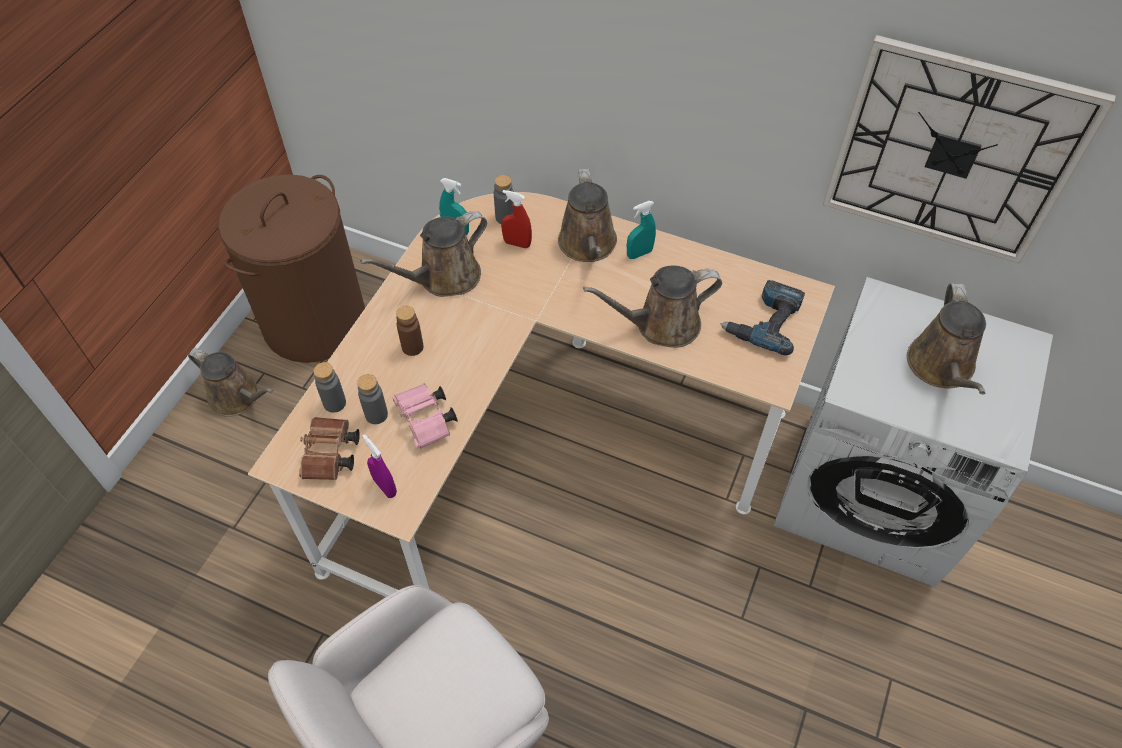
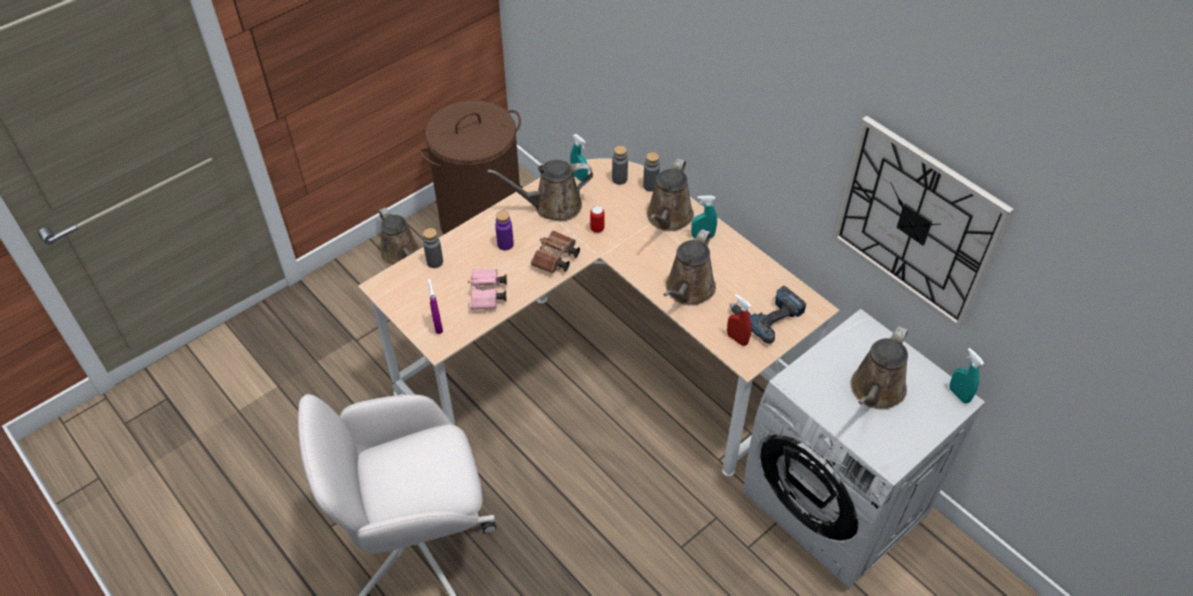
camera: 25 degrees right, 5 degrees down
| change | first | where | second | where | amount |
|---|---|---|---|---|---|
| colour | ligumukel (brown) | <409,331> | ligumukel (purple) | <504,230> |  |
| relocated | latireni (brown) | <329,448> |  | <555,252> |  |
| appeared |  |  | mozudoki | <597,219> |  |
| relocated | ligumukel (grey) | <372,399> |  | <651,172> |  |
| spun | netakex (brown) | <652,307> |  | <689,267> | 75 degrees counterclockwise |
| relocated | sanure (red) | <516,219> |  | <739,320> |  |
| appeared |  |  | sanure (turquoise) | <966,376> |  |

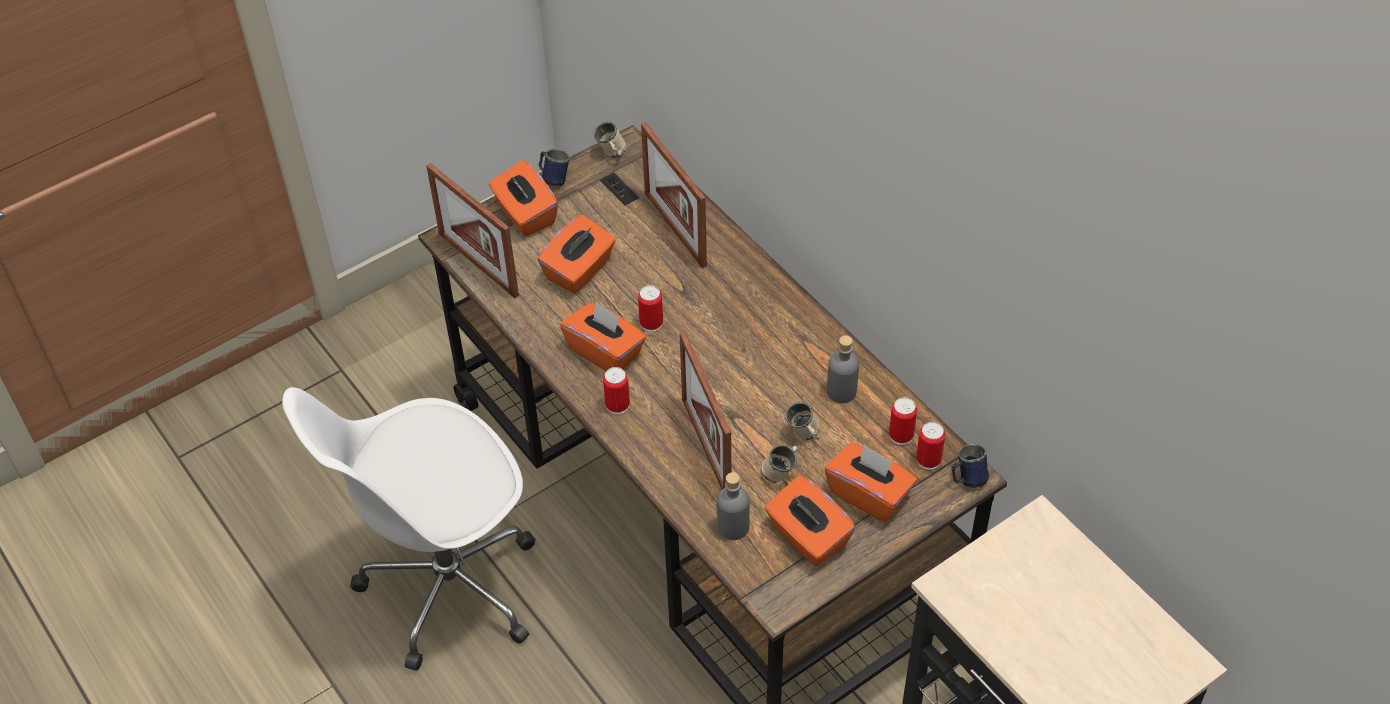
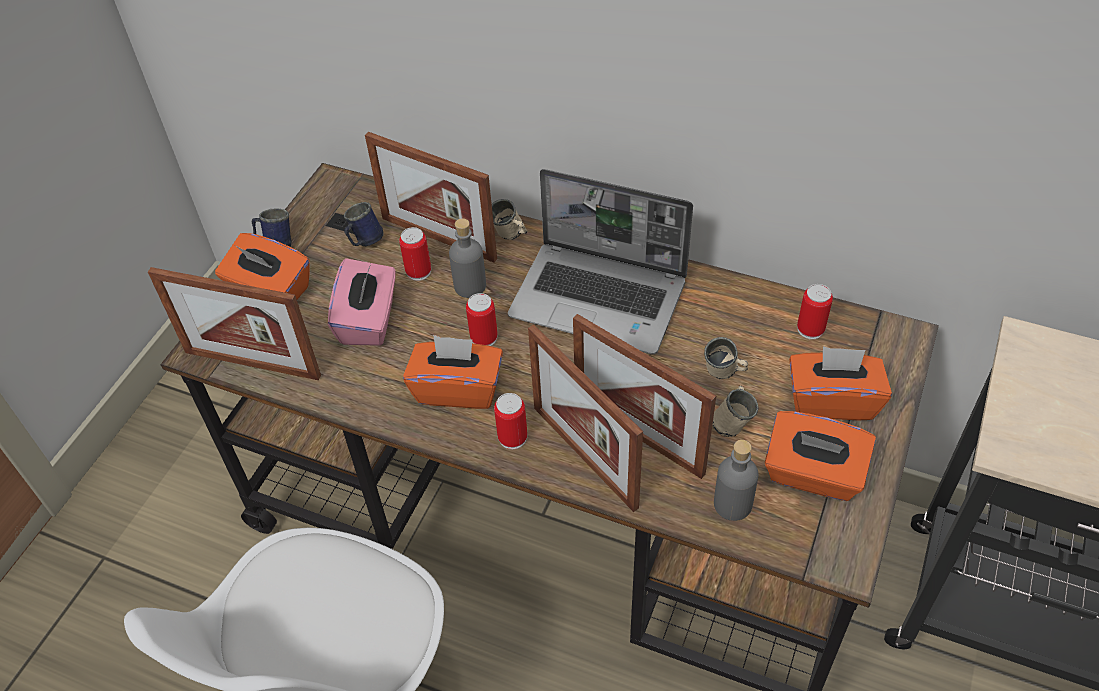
camera: 30 degrees left, 0 degrees up
| change | first | where | second | where | amount |
|---|---|---|---|---|---|
| colour | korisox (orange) | <577,254> | korisox (pink) | <362,302> |  |
| relocated | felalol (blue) | <970,466> |  | <364,224> |  |
| relocated | mozudoki | <930,446> |  | <415,254> |  |
| relocated | ligumukel (grey) | <843,369> |  | <467,258> |  |
| relocated | felalol (beige) | <610,139> |  | <510,219> |  |
| appeared |  |  | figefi | <600,262> |  |
| appeared |  |  | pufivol | <585,418> |  |

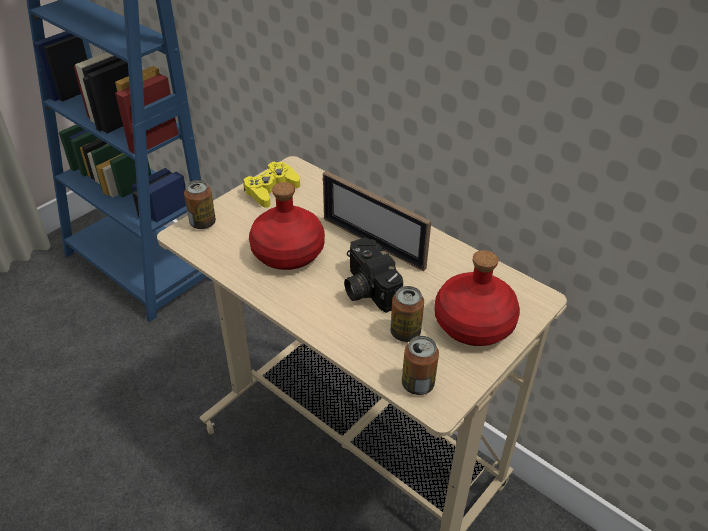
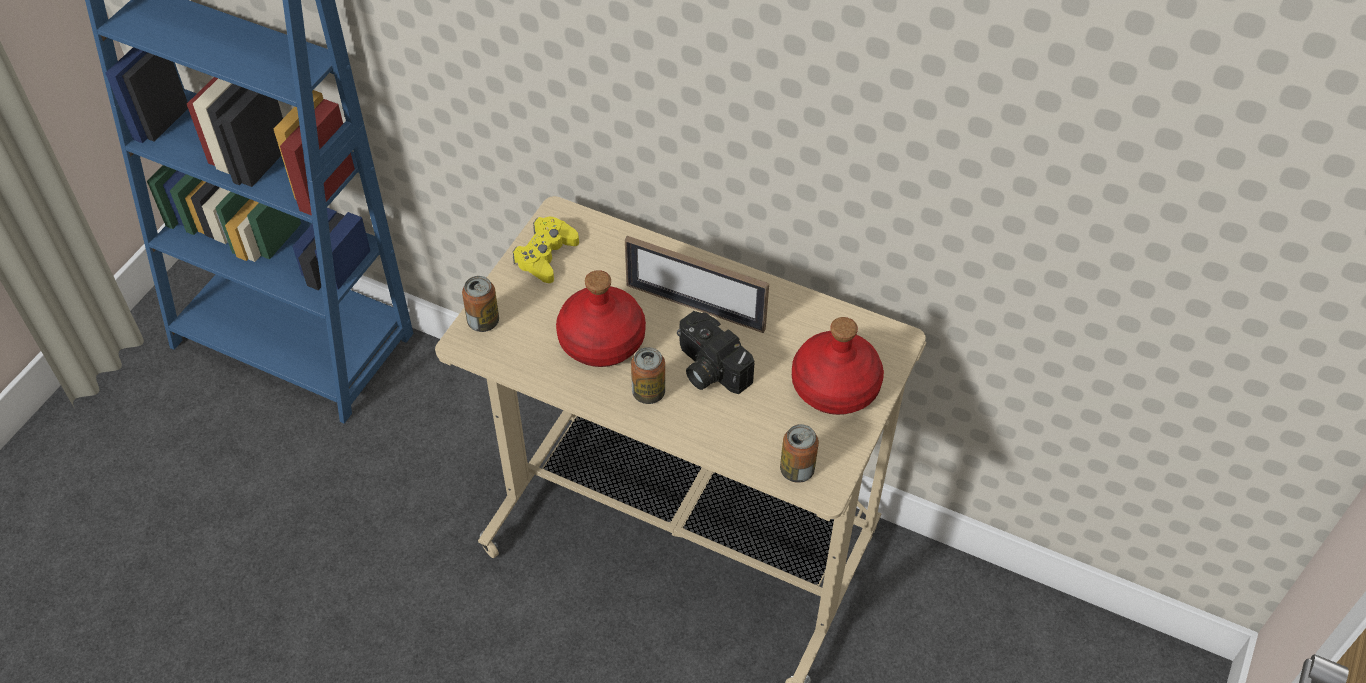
camera: 15 degrees left, 10 degrees up
| change | first | where | second | where | amount |
|---|---|---|---|---|---|
| relocated | mozudoki | <407,314> |  | <648,375> |  |

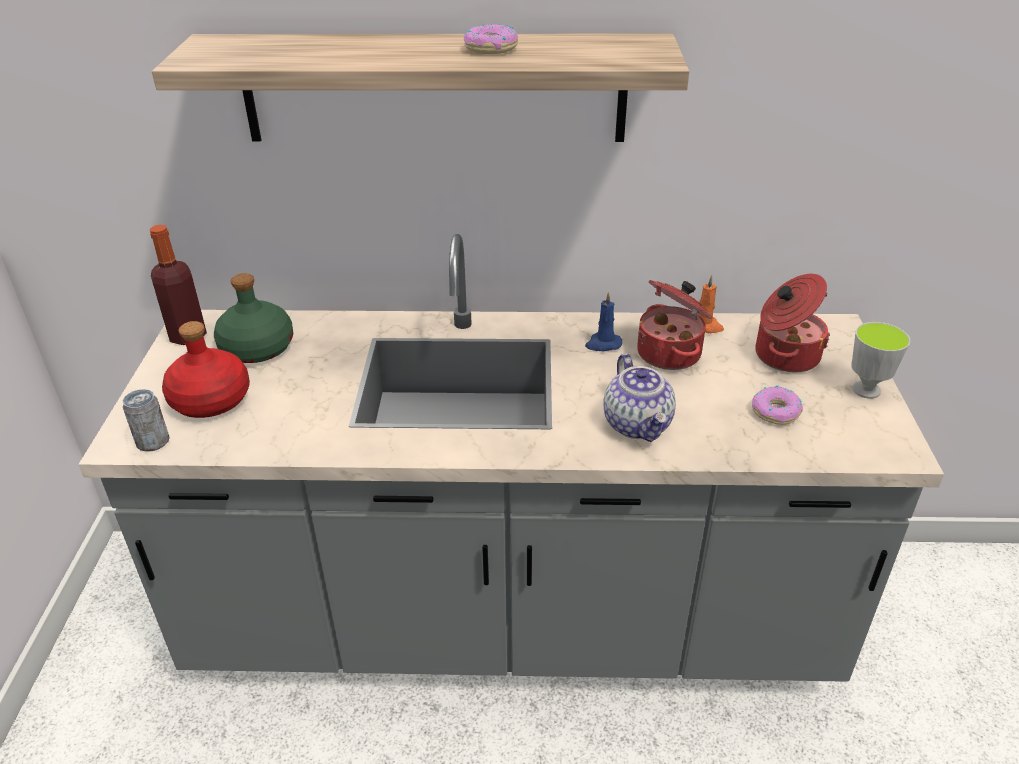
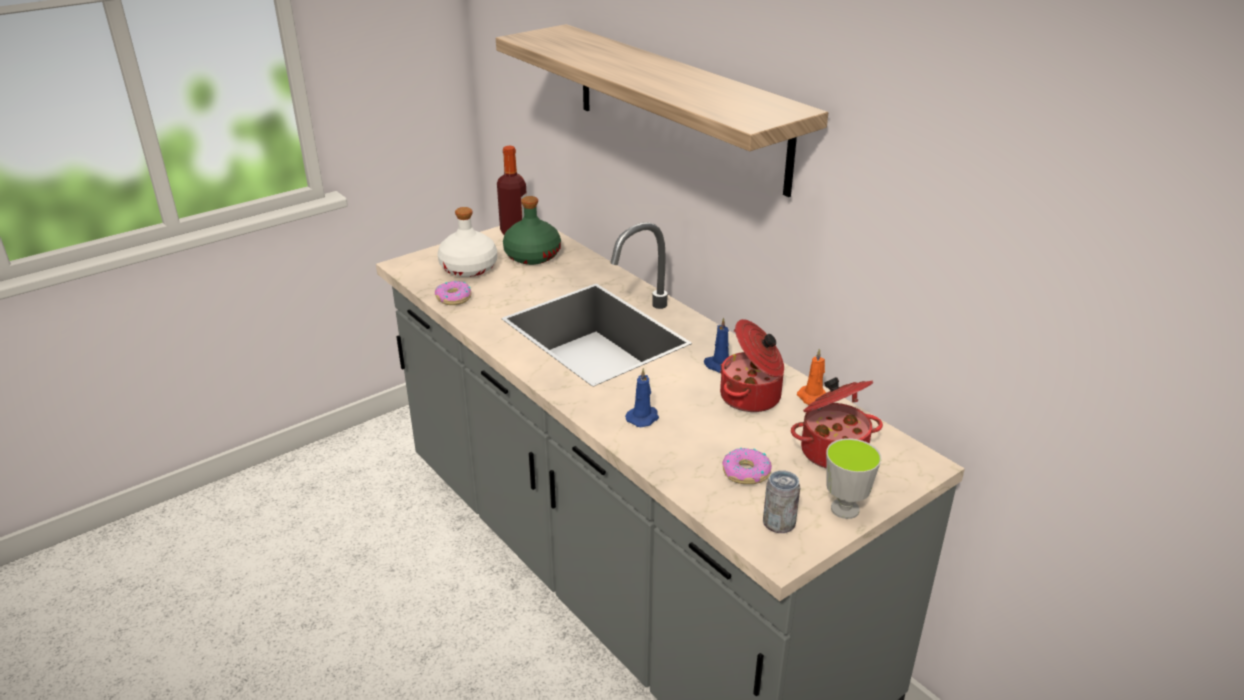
camera: 50 degrees right, 5 degrees down
| change | first | where | second | where | amount |
|---|---|---|---|---|---|
| relocated | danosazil | <491,39> |  | <453,293> |  |
| colour | ligumukel (red) | <206,369> | ligumukel (white) | <467,242> |  |
| exchanged | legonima | <639,397> | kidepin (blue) | <642,397> |  |
| relocated | mozudoki | <146,420> |  | <781,502> |  |

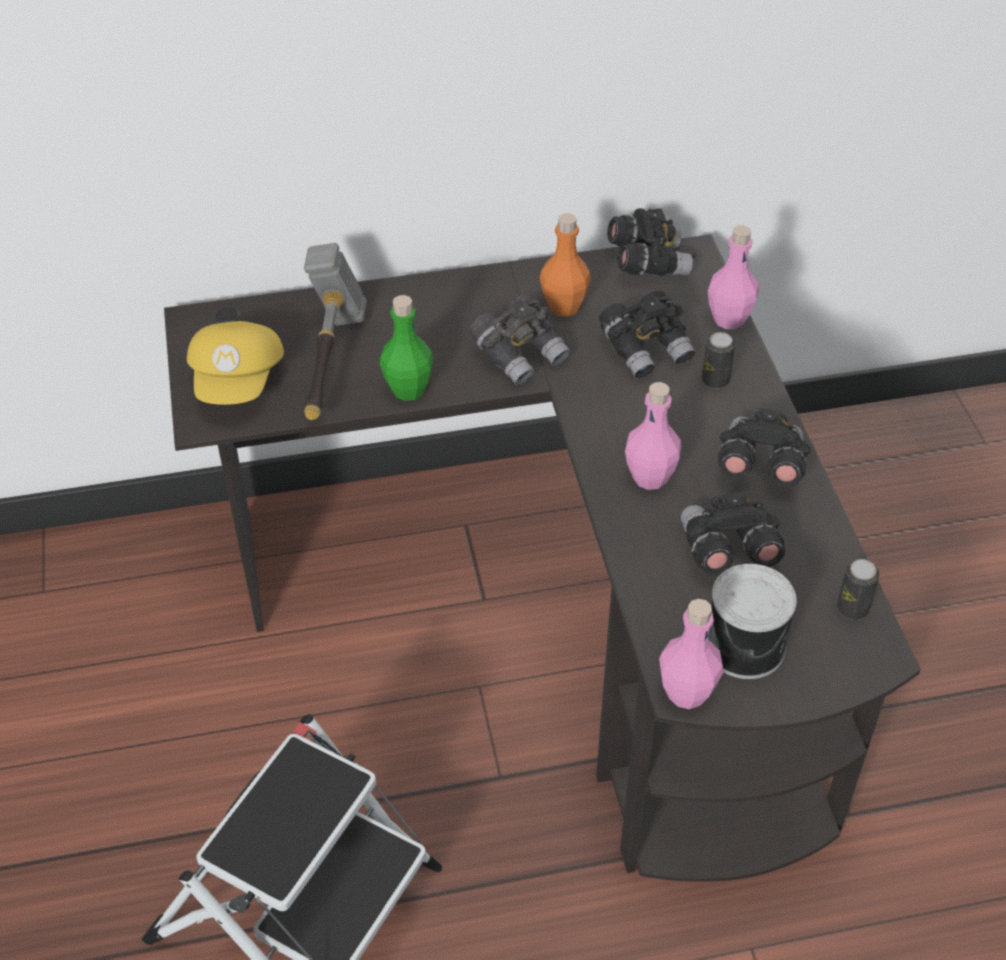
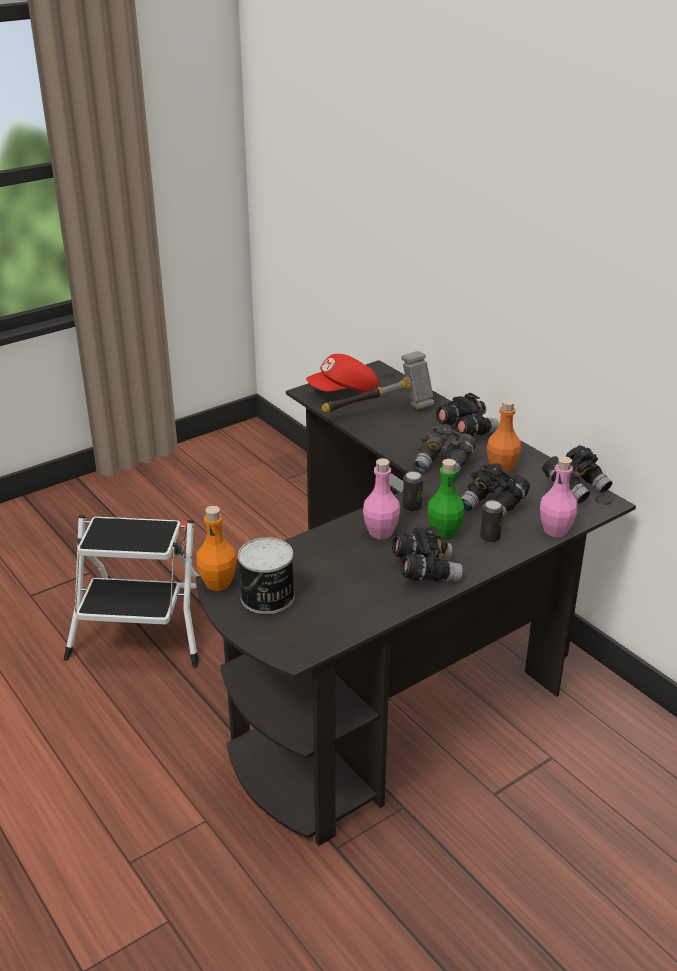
camera: 65 degrees right, 15 degrees down
| change | first | where | second | where | amount |
|---|---|---|---|---|---|
| colour | ligumukel (pink) | <691,654> | ligumukel (orange) | <216,548> |  |
| colour | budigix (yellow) | <235,363> | budigix (red) | <342,373> |  |
| relocated | mozudoki | <858,589> |  | <412,491> |  |
| relocated | ligumukel (green) | <406,348> |  | <446,499> |  |
| relocated | latireni (black) | <732,533> |  | <467,414> |  |

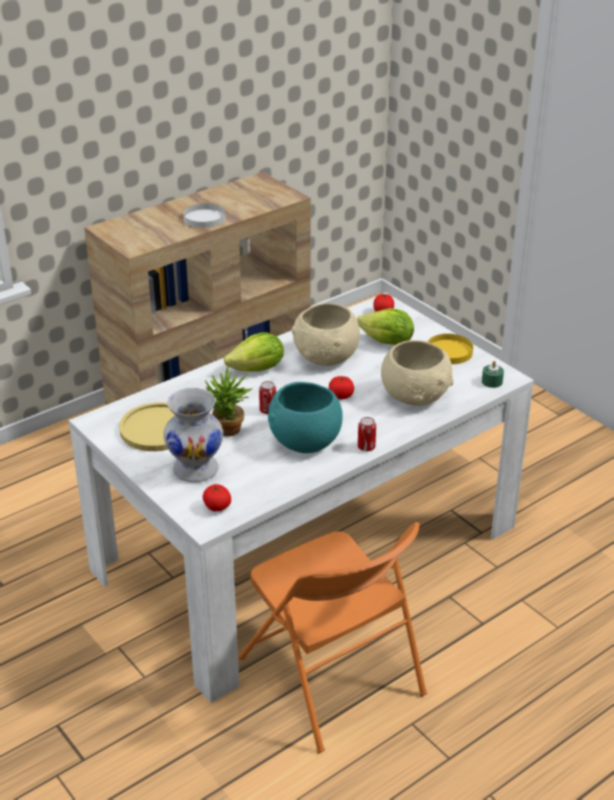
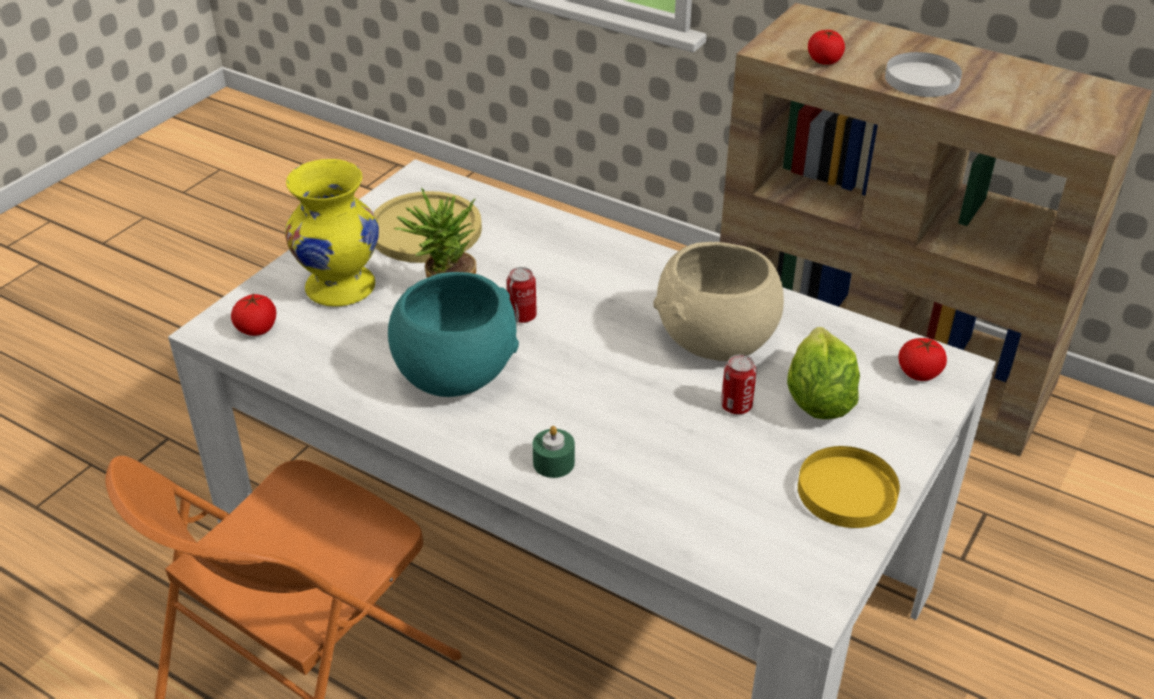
camera: 70 degrees right, 5 degrees up
| change | first | where | second | where | amount |
|---|---|---|---|---|---|
| colour | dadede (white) | <193,435> | dadede (yellow) | <332,233> |  |
| relocated | kidepin (green) | <493,374> |  | <554,452> |  |
| relocated | mozudoki | <367,434> |  | <738,384> |  |
| relocated | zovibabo | <341,388> |  | <826,47> |  |
| missing | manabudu | <254,352> |  |  |  |
| missing | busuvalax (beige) | <417,373> |  |  |  |

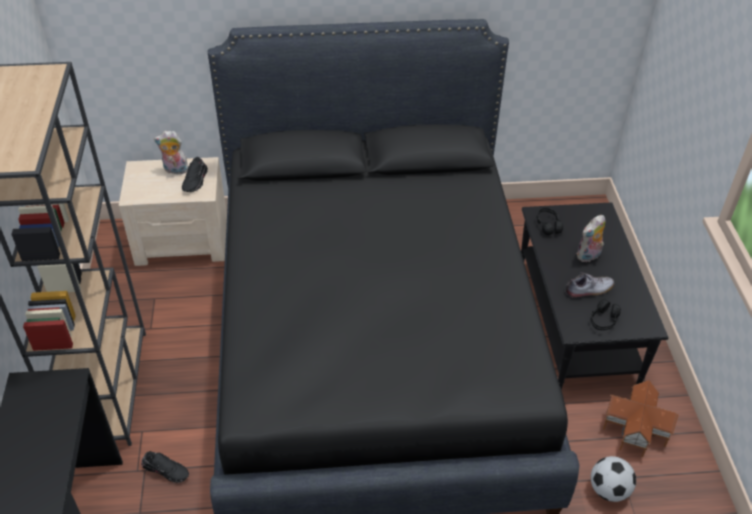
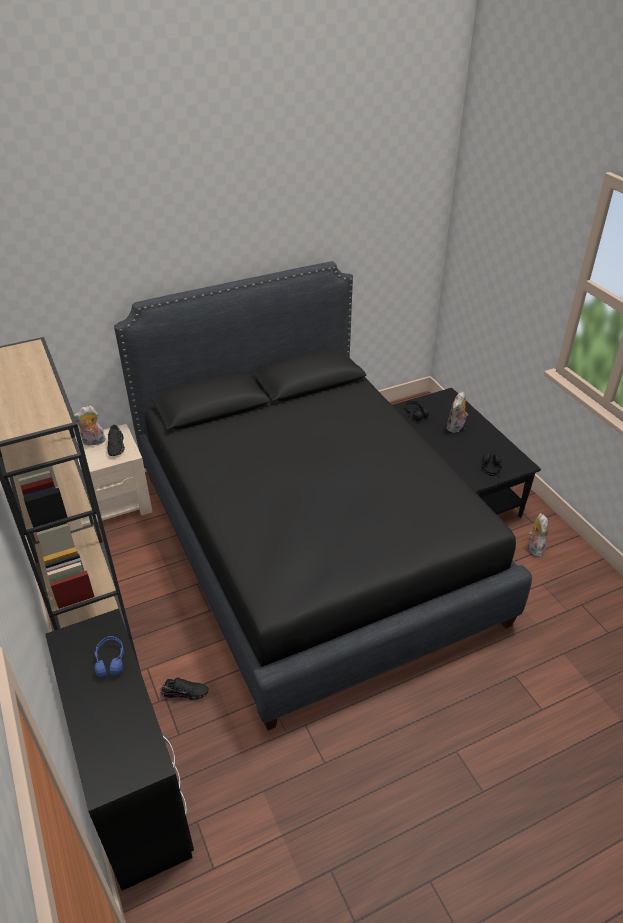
camera: 20 degrees left, 5 degrees down
| change | first | where | second | where | amount |
|---|---|---|---|---|---|
| appeared |  |  | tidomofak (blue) | <109,656> |  |
| exchanged | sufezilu | <641,418> | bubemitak | <538,535> |  |
| missing | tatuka | <589,285> |  |  |  |
| missing | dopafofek | <613,479> |  |  |  |

